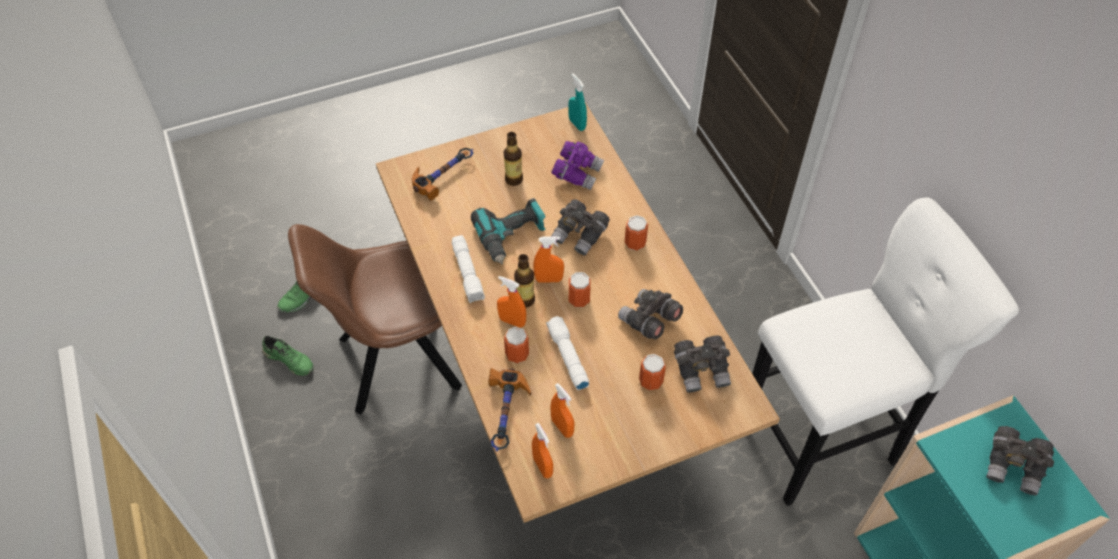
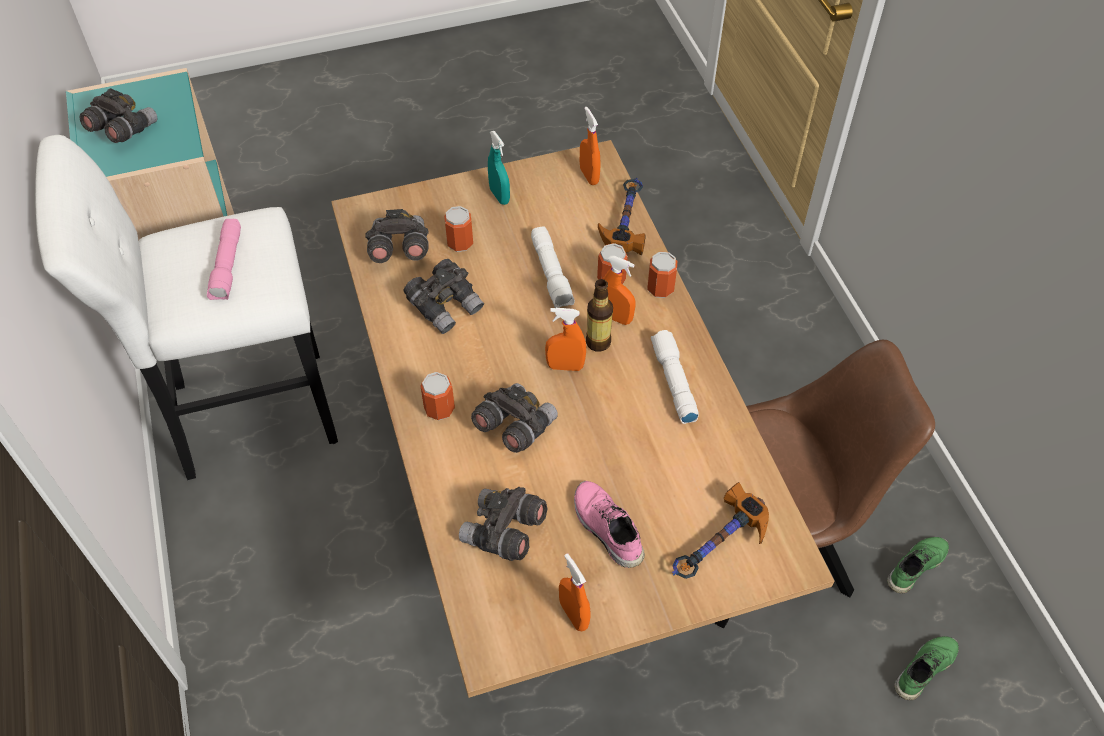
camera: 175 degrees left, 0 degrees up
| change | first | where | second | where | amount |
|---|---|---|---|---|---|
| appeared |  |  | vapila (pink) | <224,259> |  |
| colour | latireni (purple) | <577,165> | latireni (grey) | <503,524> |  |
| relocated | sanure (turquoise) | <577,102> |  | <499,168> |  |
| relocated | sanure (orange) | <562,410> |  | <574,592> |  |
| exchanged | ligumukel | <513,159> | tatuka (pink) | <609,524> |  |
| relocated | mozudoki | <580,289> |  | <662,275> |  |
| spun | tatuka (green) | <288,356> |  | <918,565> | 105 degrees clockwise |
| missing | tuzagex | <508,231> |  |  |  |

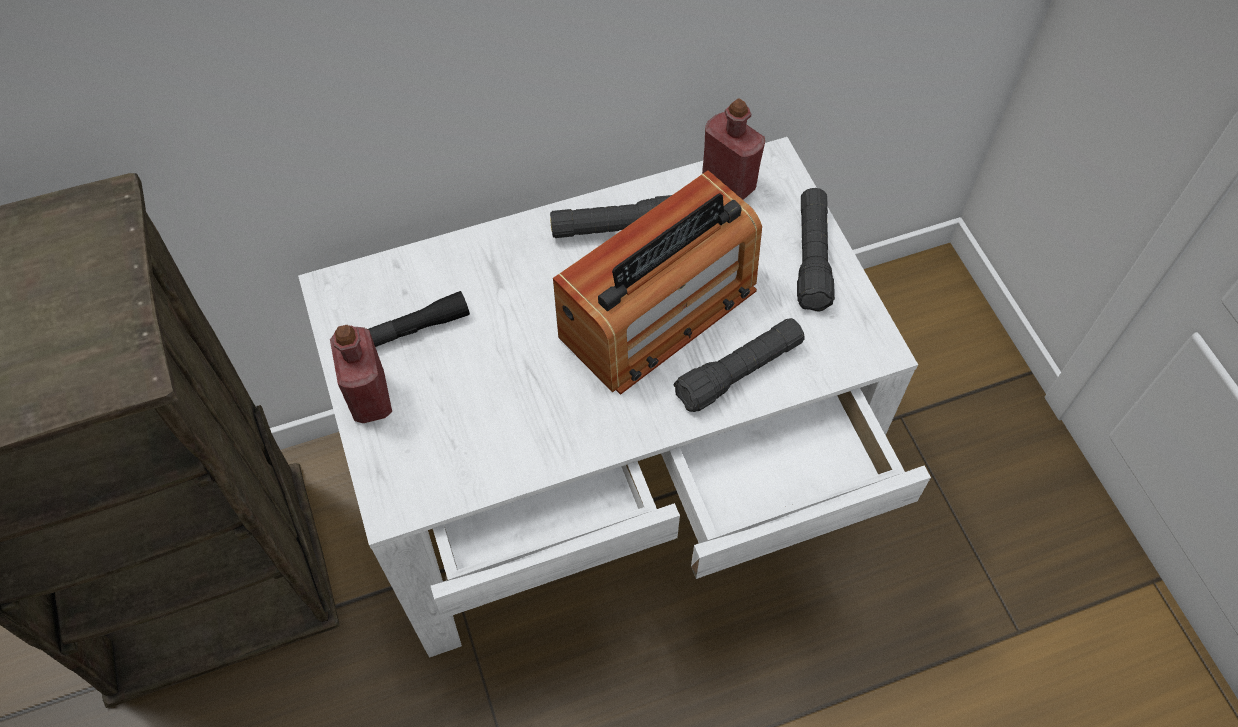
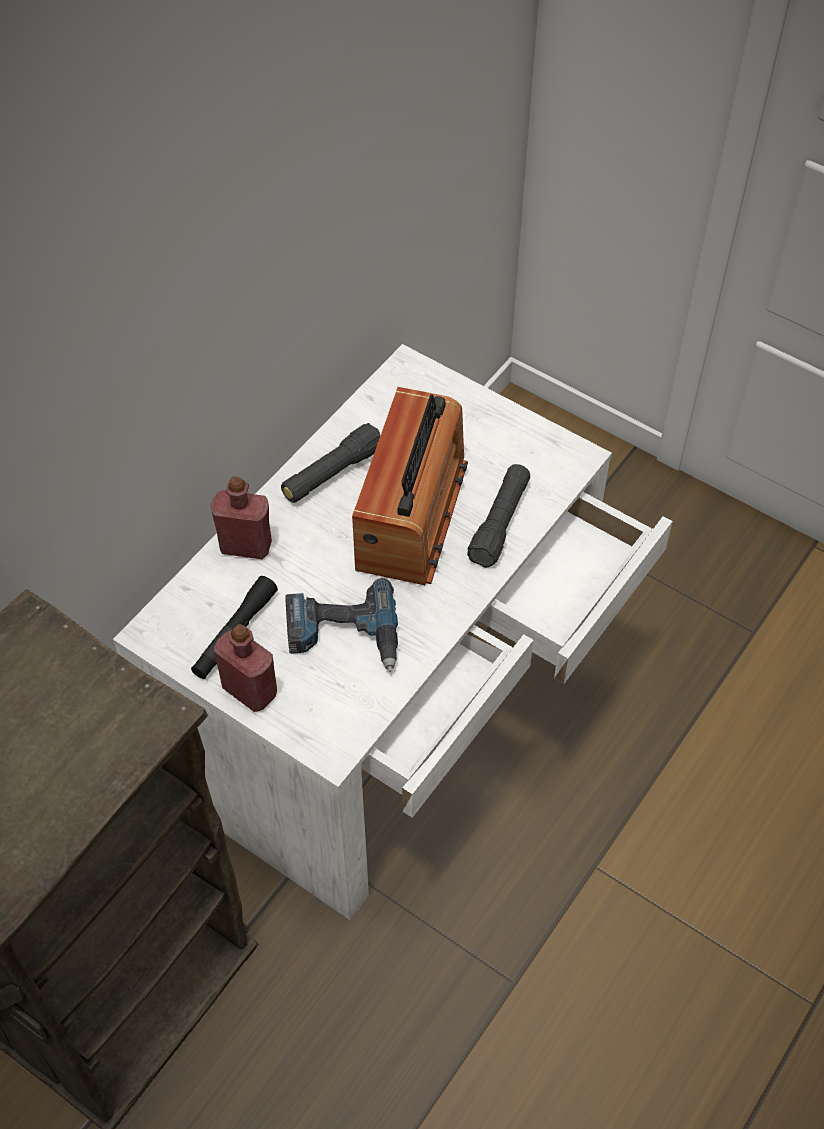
camera: 35 degrees left, 5 degrees down
| change | first | where | second | where | amount |
|---|---|---|---|---|---|
| relocated | ligumukel (red) | <733,149> |  | <241,517> |  |
| appeared |  |  | tuzagex | <341,625> |  |
| missing | vapila (black) | <816,250> |  |  |  |

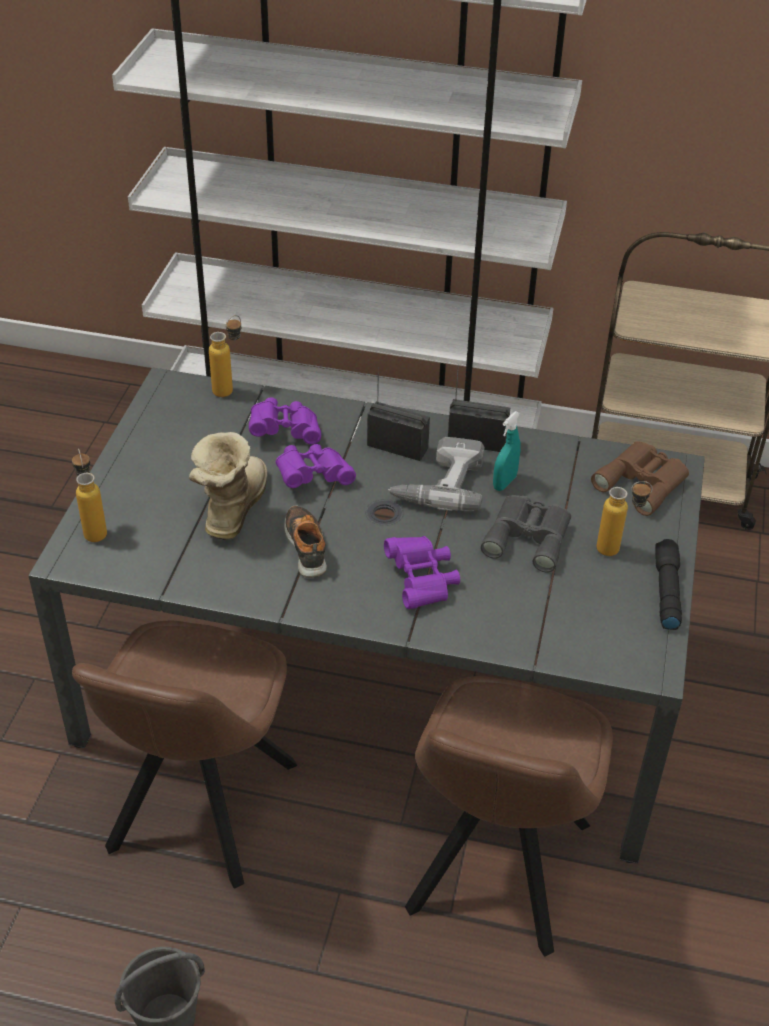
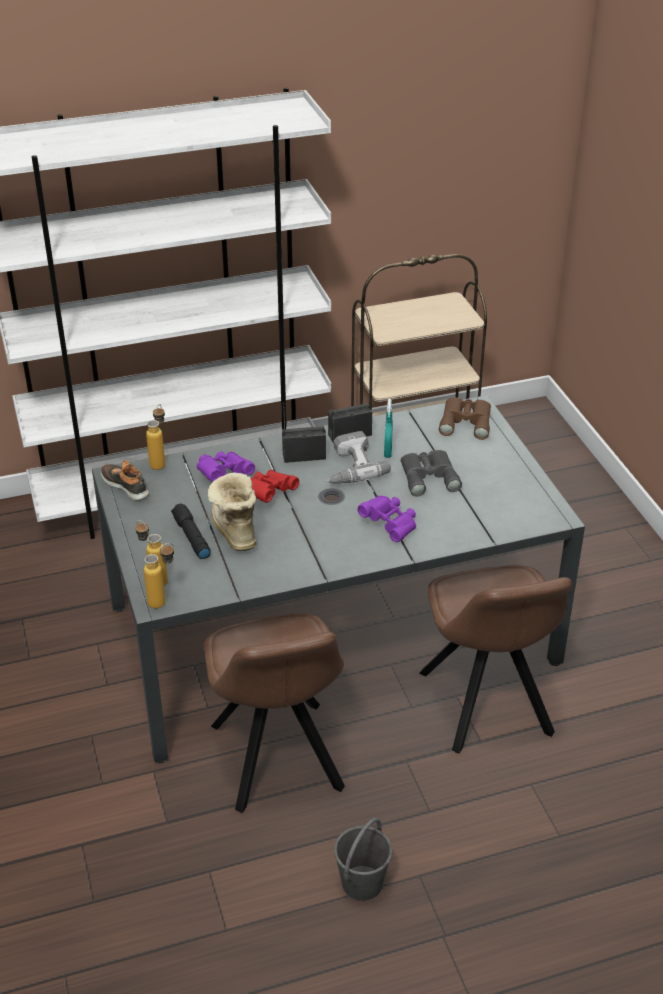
camera: 30 degrees left, 5 degrees down
| change | first | where | second | where | amount |
|---|---|---|---|---|---|
| relocated | tatuka | <305,541> |  | <125,480> |  |
| relocated | ligumukel | <625,518> |  | <159,576> |  |
| relocated | vapila (black) | <668,584> |  | <191,531> |  |
| colour | latireni (purple) | <316,466> | latireni (red) | <275,486> |  |

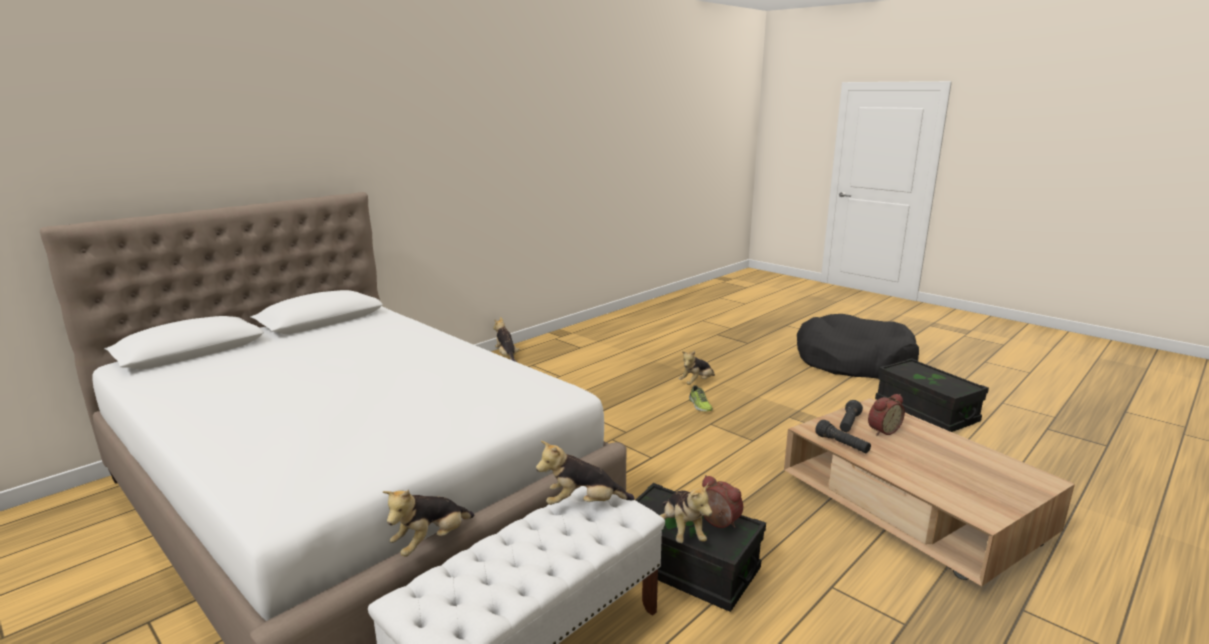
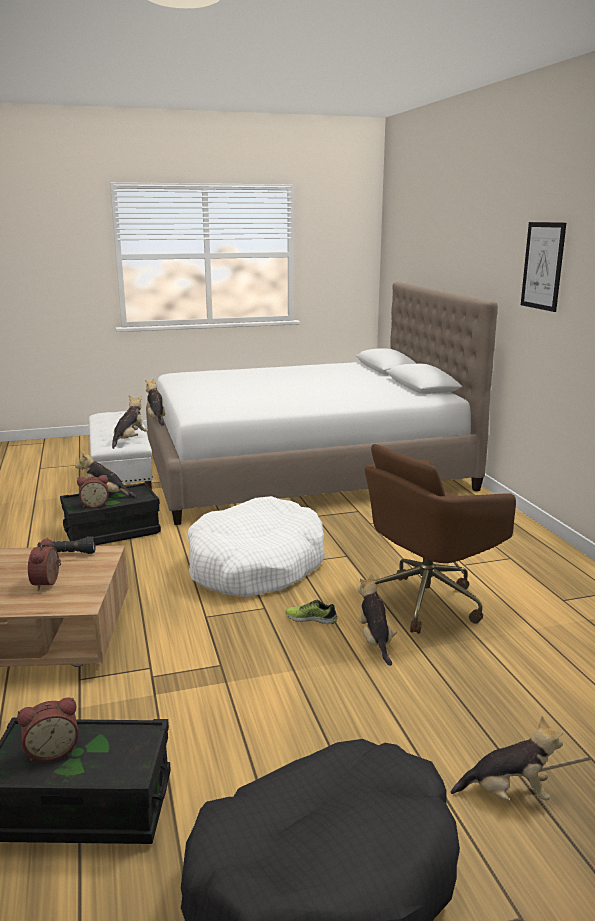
camera: 120 degrees right, 0 degrees up
| change | first | where | second | where | amount |
|---|---|---|---|---|---|
| appeared |  |  | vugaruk | <48,729> |  |
| appeared |  |  | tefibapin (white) | <256,546> |  |
| appeared |  |  | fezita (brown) | <440,539> |  |
| relocated | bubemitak | <506,340> |  | <507,758> |  |
| appeared |  |  | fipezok | <543,267> |  |
| missing | vapila (black) | <851,416> |  |  |  |

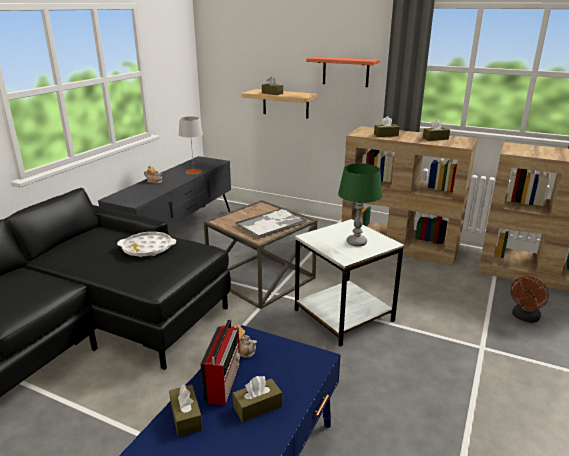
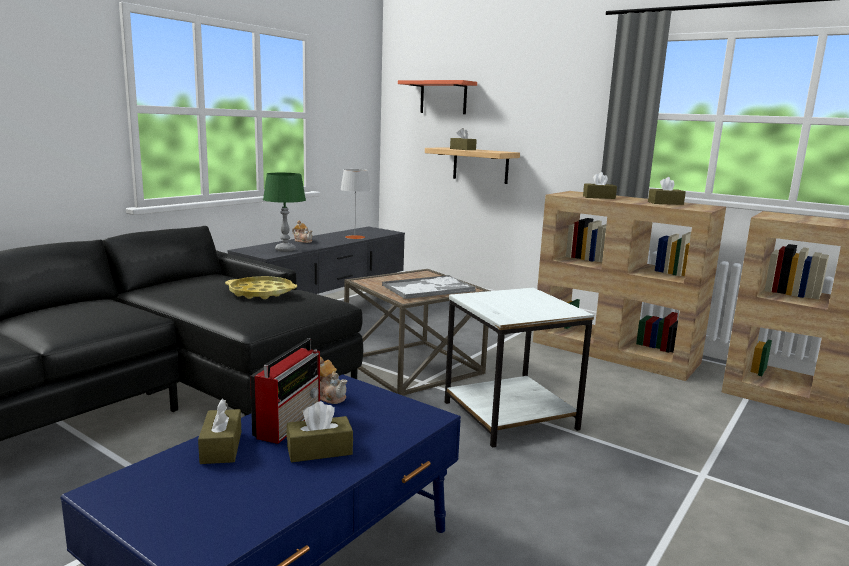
camera: 10 degrees right, 10 degrees down
| change | first | where | second | where | amount |
|---|---|---|---|---|---|
| colour | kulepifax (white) | <146,244> | kulepifax (yellow) | <261,287> |  |
| relocated | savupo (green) | <360,205> |  | <284,212> |  |
| relocated | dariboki | <343,71> |  | <437,97> |  |
| missing | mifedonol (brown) | <529,299> |  |  |  |

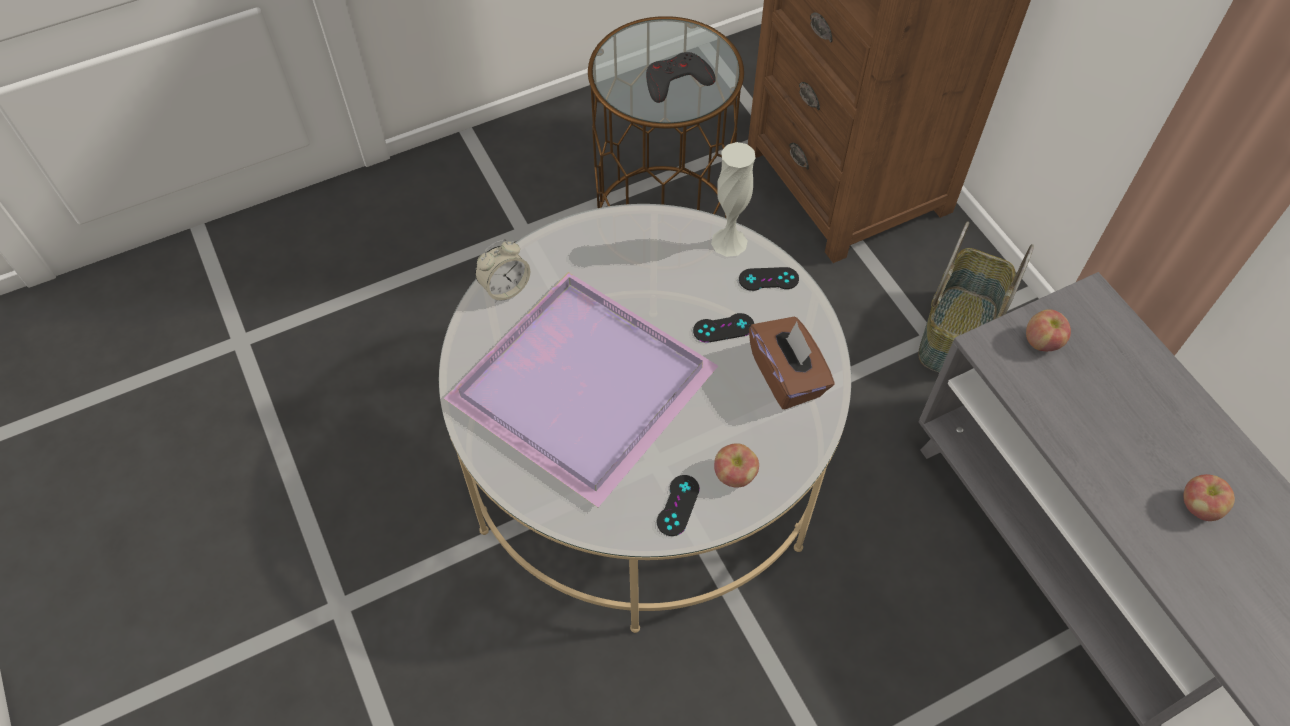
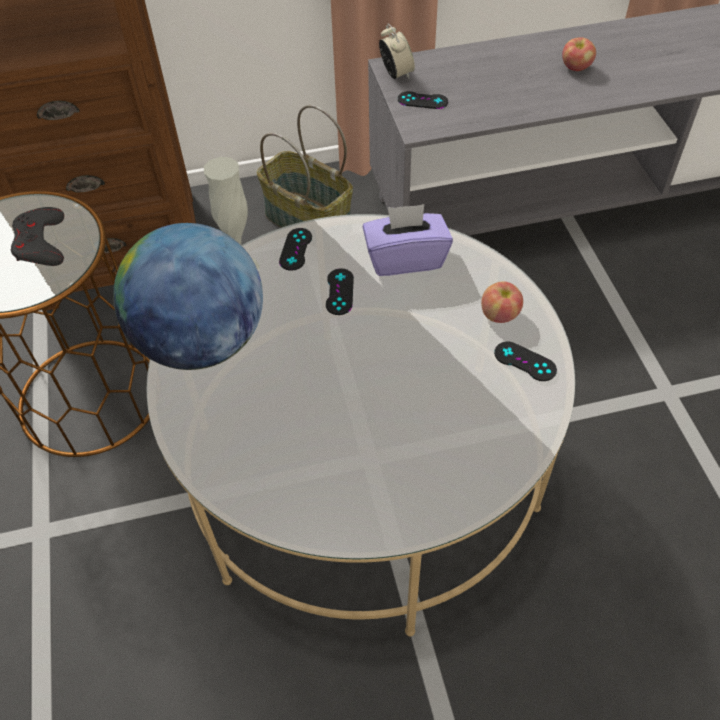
camera: 75 degrees left, 5 degrees down
| change | first | where | second | where | amount |
|---|---|---|---|---|---|
| appeared |  |  | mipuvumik | <188,296> |  |
| colour | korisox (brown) | <792,362> | korisox (purple) | <408,240> |  |
| relocated | vugaruk | <502,271> |  | <397,52> |  |
| exchanged | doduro | <1048,330> | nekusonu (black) | <423,100> |  |
| missing | kulepifax (purple) | <580,389> |  |  |  |

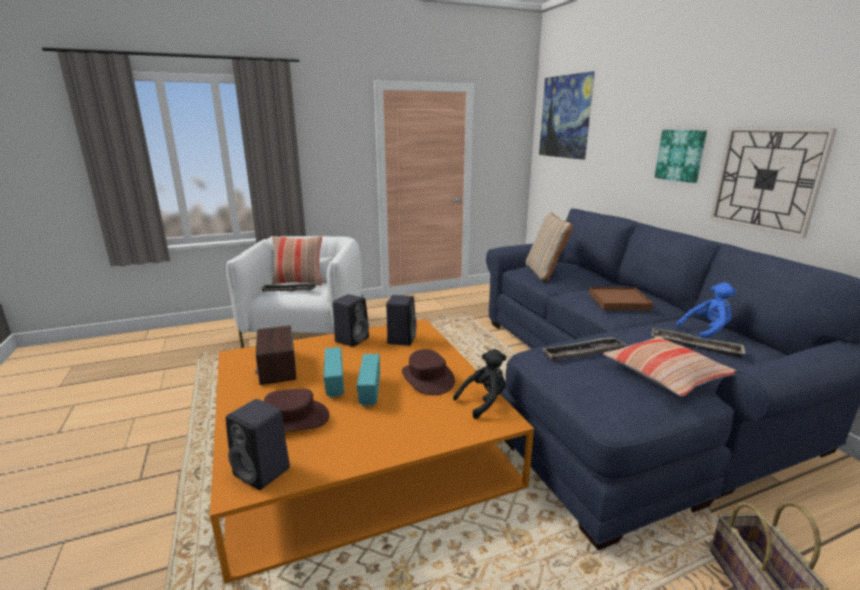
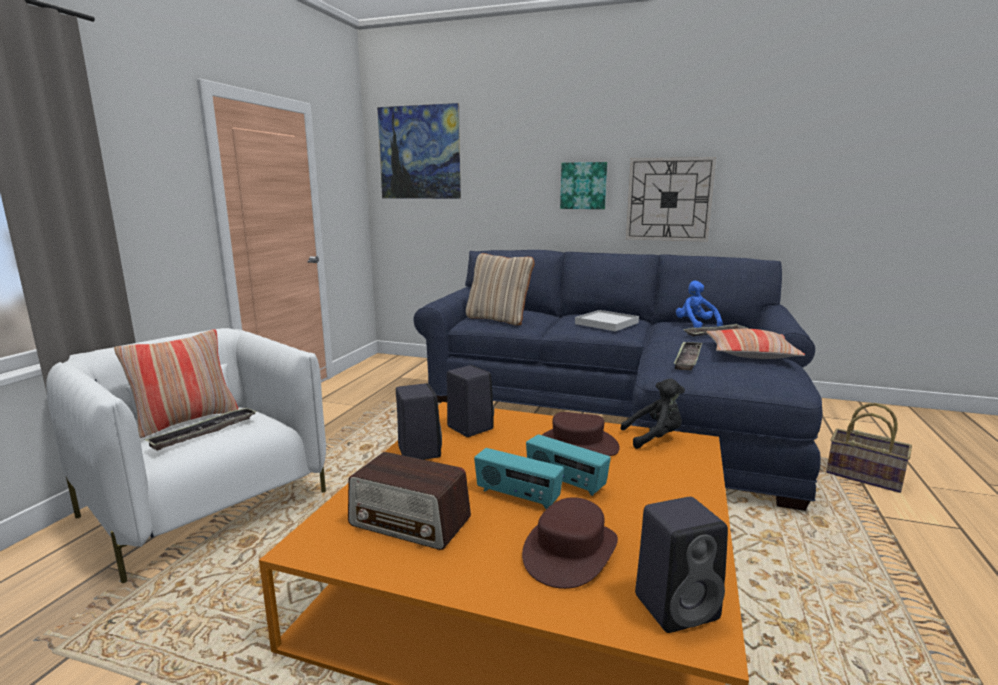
camera: 50 degrees left, 5 degrees down
| change | first | where | second | where | amount |
|---|---|---|---|---|---|
| colour | kulepifax (brown) | <621,299> | kulepifax (white) | <607,320> |  |
| spun | bubemitak (black) | <480,384> |  | <652,414> | 75 degrees clockwise |
| spun | bubemitak (blue) | <706,310> |  | <699,304> | 45 degrees counterclockwise |

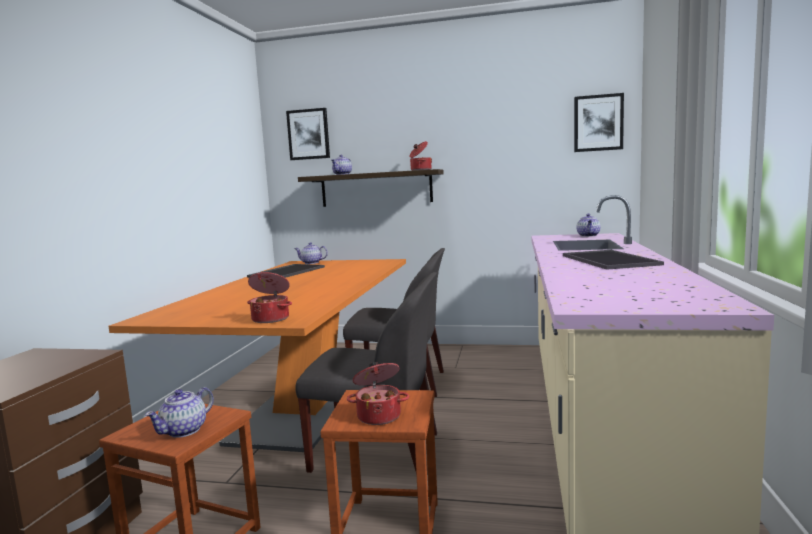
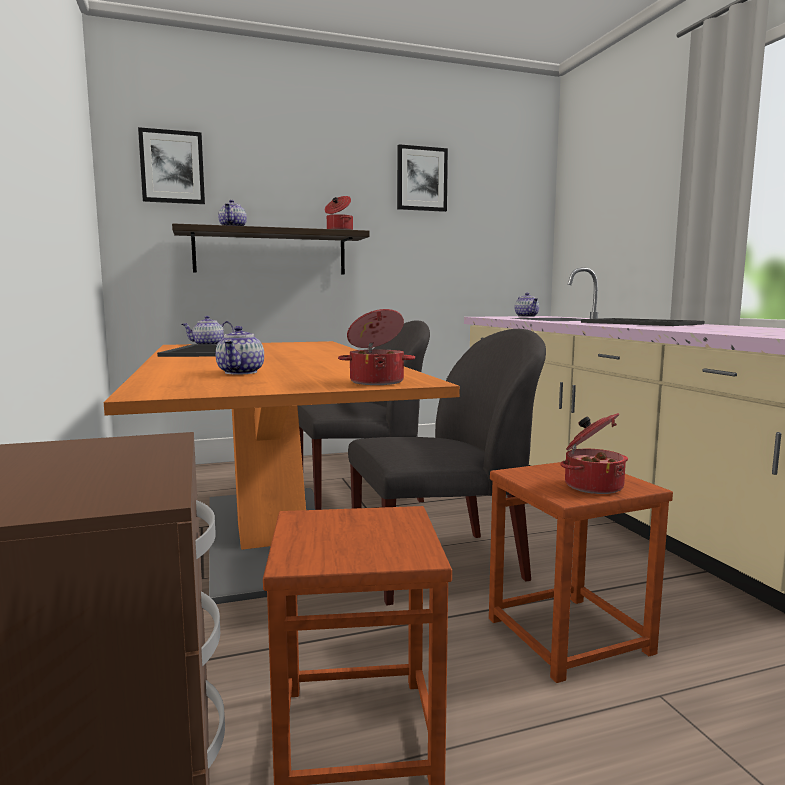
camera: 30 degrees left, 0 degrees up
| change | first | where | second | where | amount |
|---|---|---|---|---|---|
| relocated | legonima | <179,412> |  | <239,350> |  |
| relocated | fipezok | <599,122> |  | <422,178> |  |

